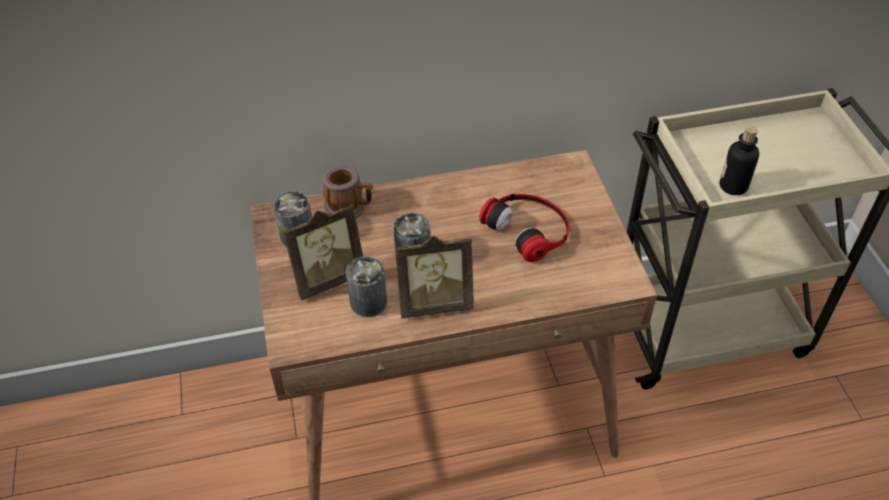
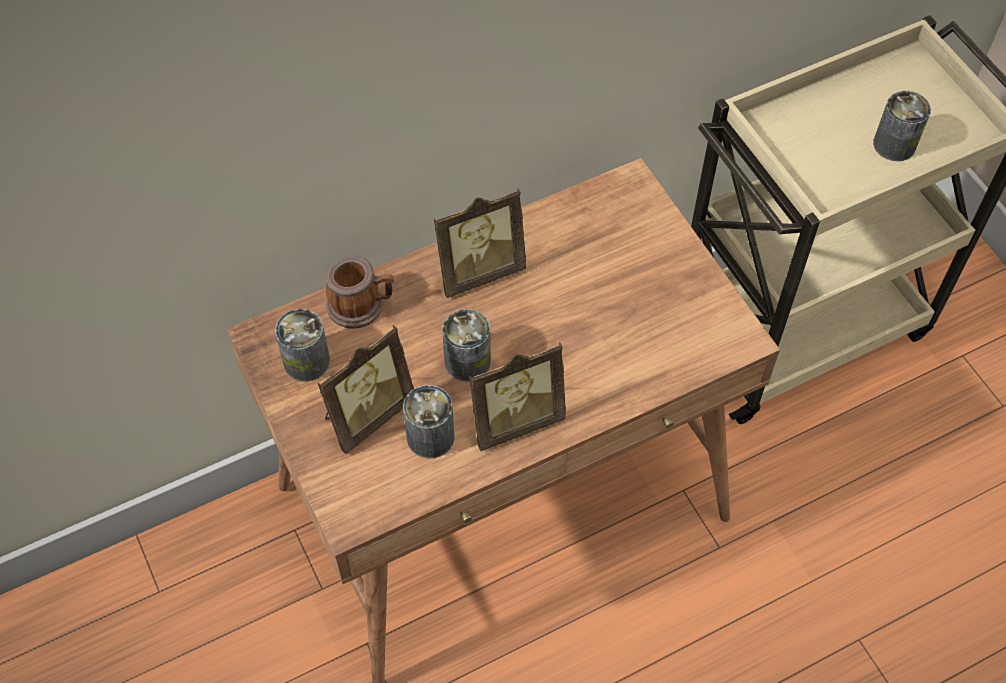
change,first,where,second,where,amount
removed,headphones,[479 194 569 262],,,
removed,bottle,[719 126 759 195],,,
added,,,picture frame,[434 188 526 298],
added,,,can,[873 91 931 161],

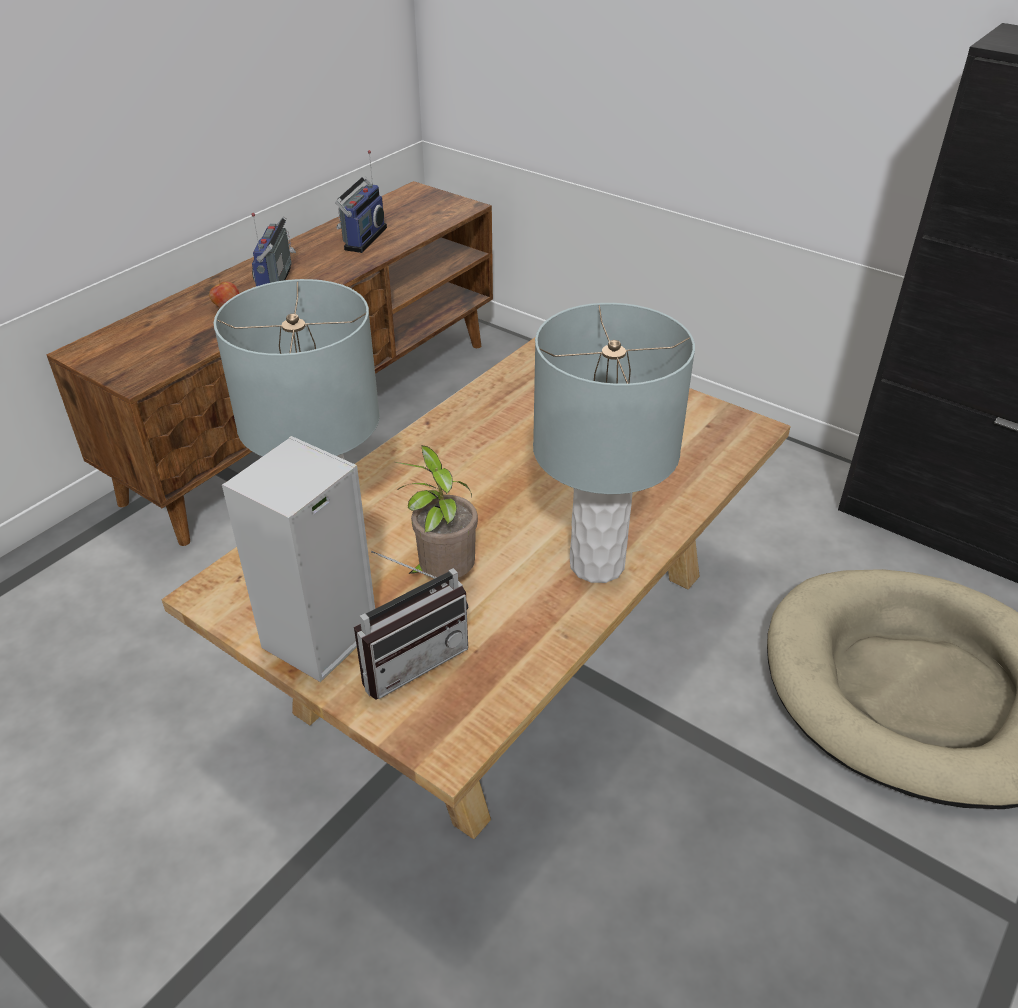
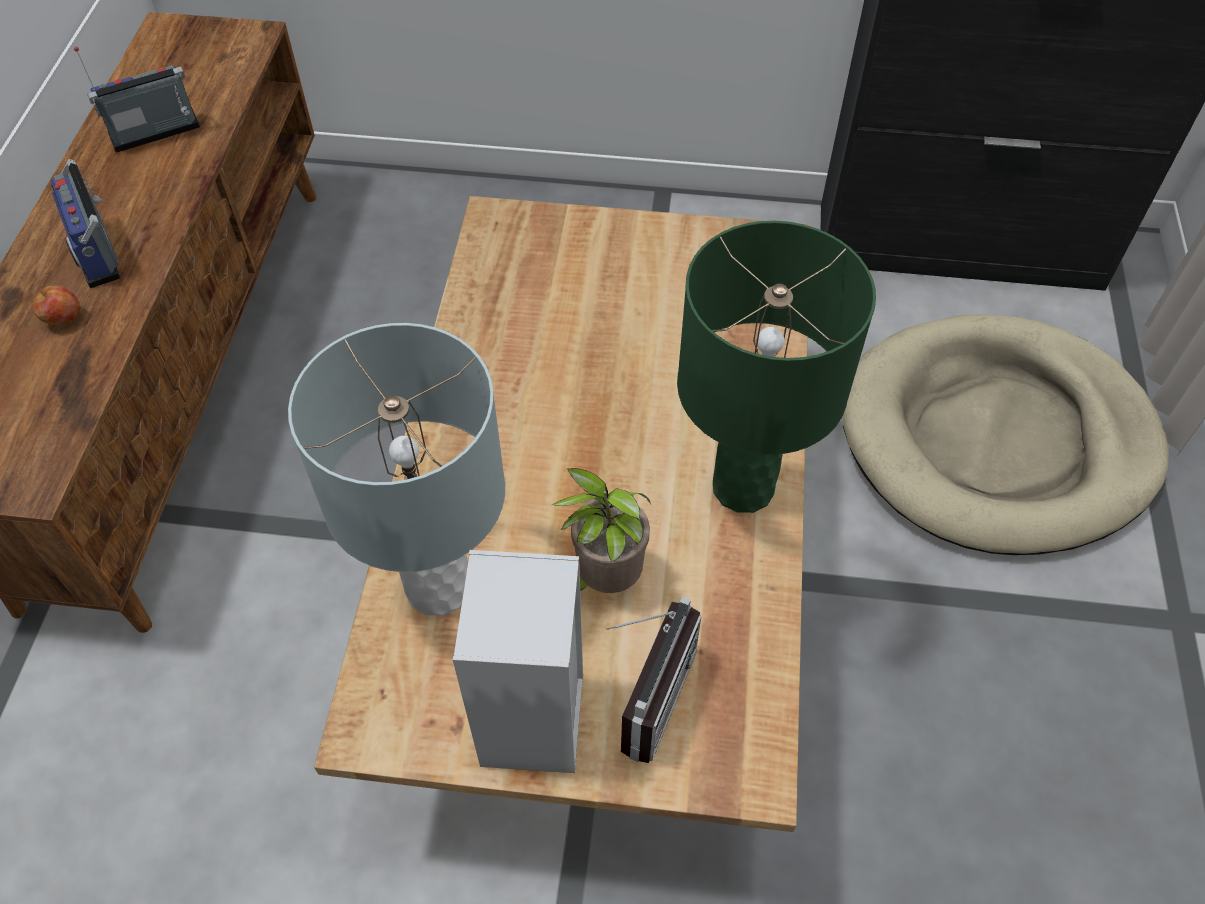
change,first,where,second,where,amount
recoloured,table lamp/grey,[533 303 695 583],table lamp/green,[677 221 876 513],
turned,radio,[335 150 387 253],,[74 47 200 152],105 degrees counterclockwise

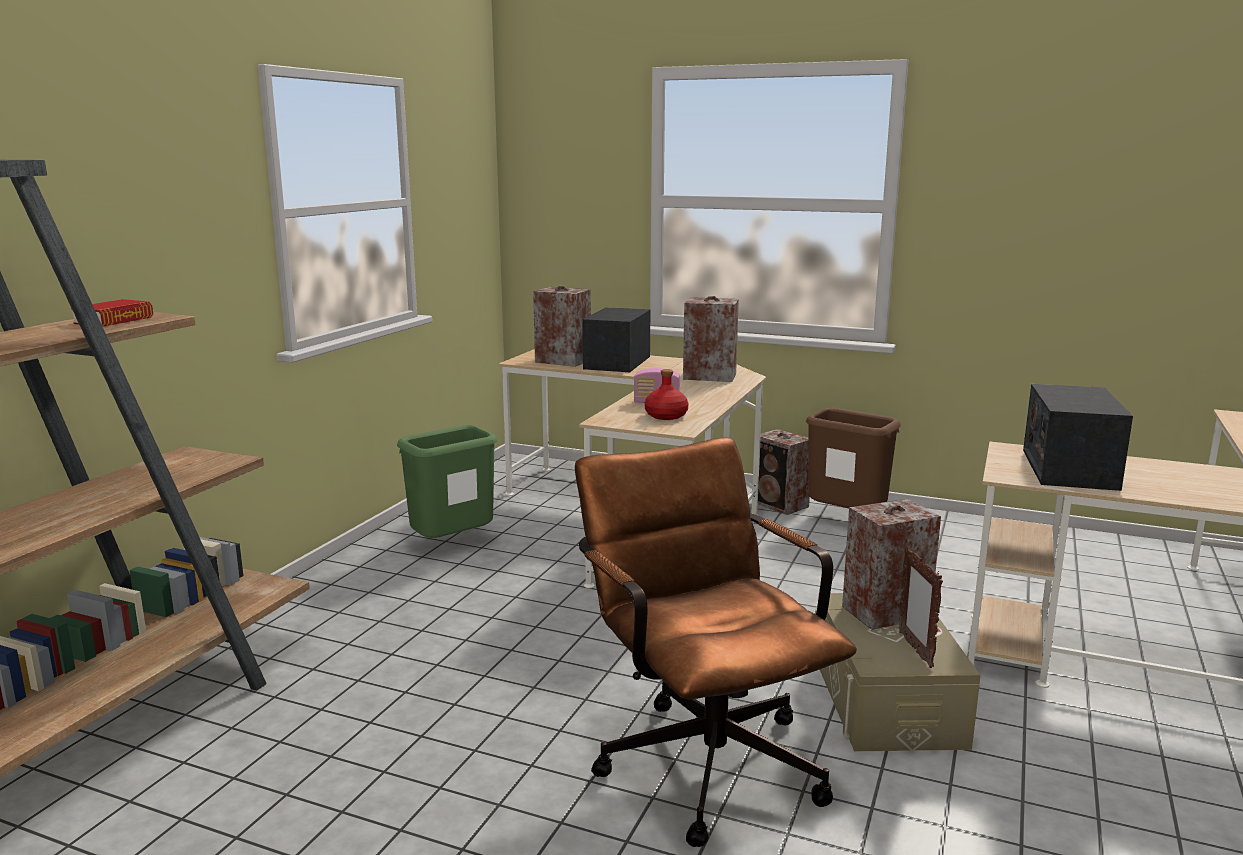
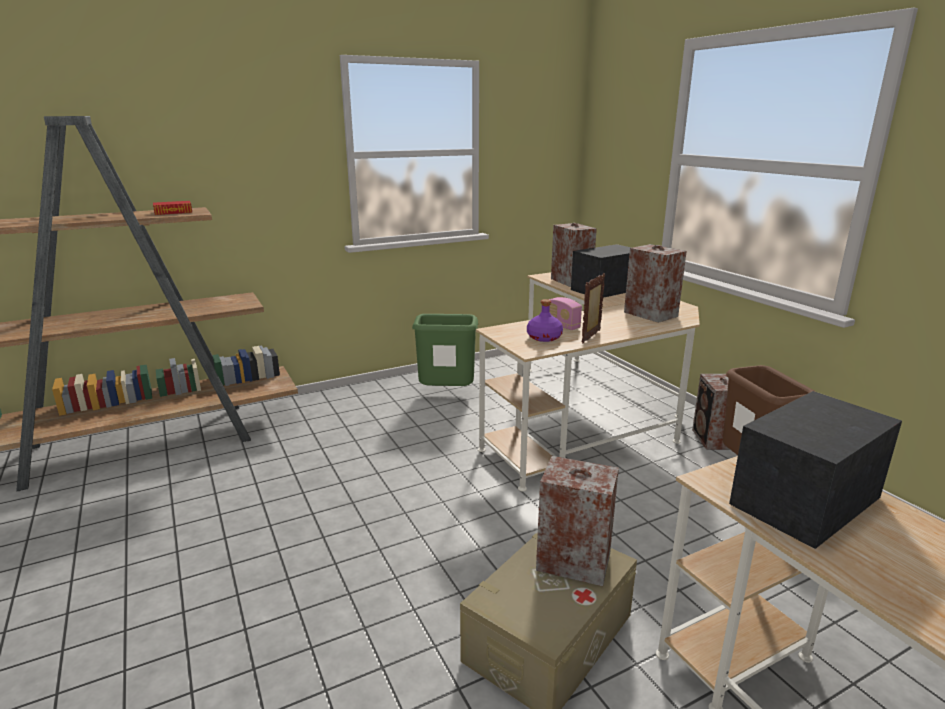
change,first,where,second,where,amount
removed,office chair/brown,[575 438 857 847],,,
moved,picture frame,[898 546 943 668],,[581 273 605 344],
recoloured,bottle/red,[645 369 689 420],bottle/purple,[527 299 563 342],

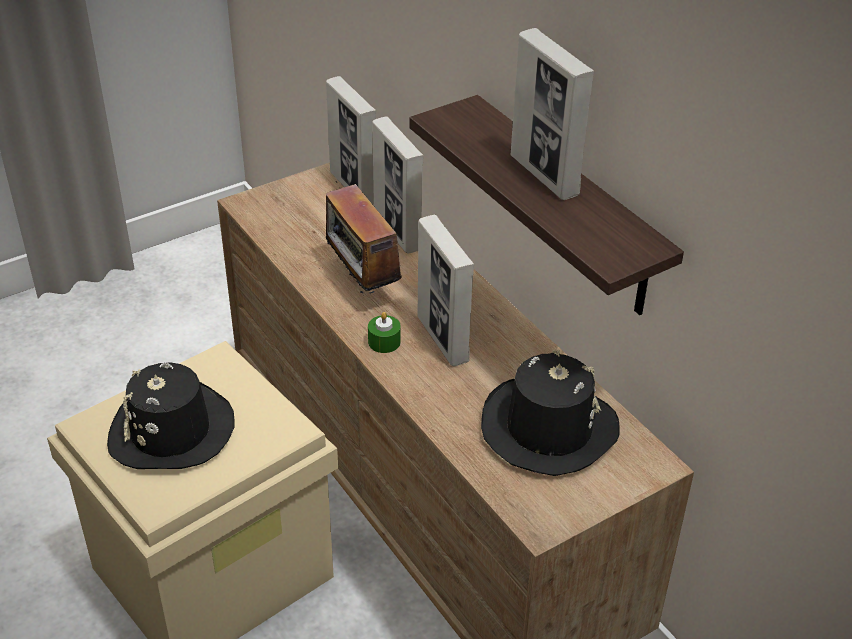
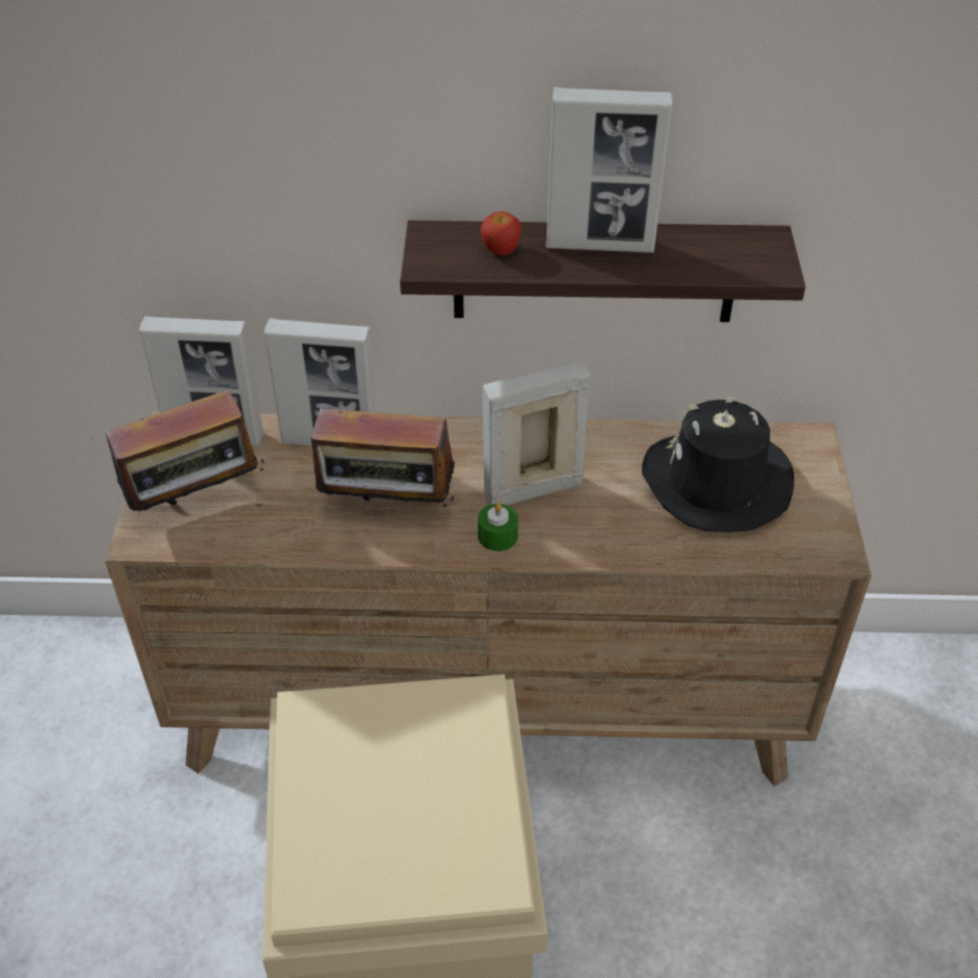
change,first,where,second,where,amount
removed,hat/black,[107 362 235 469],,,
added,,,radio,[95 389 266 515],
added,,,apple,[480 211 521 255],
turned,picture frame,[418 215 474 366],,[483 361 591 505],150 degrees clockwise

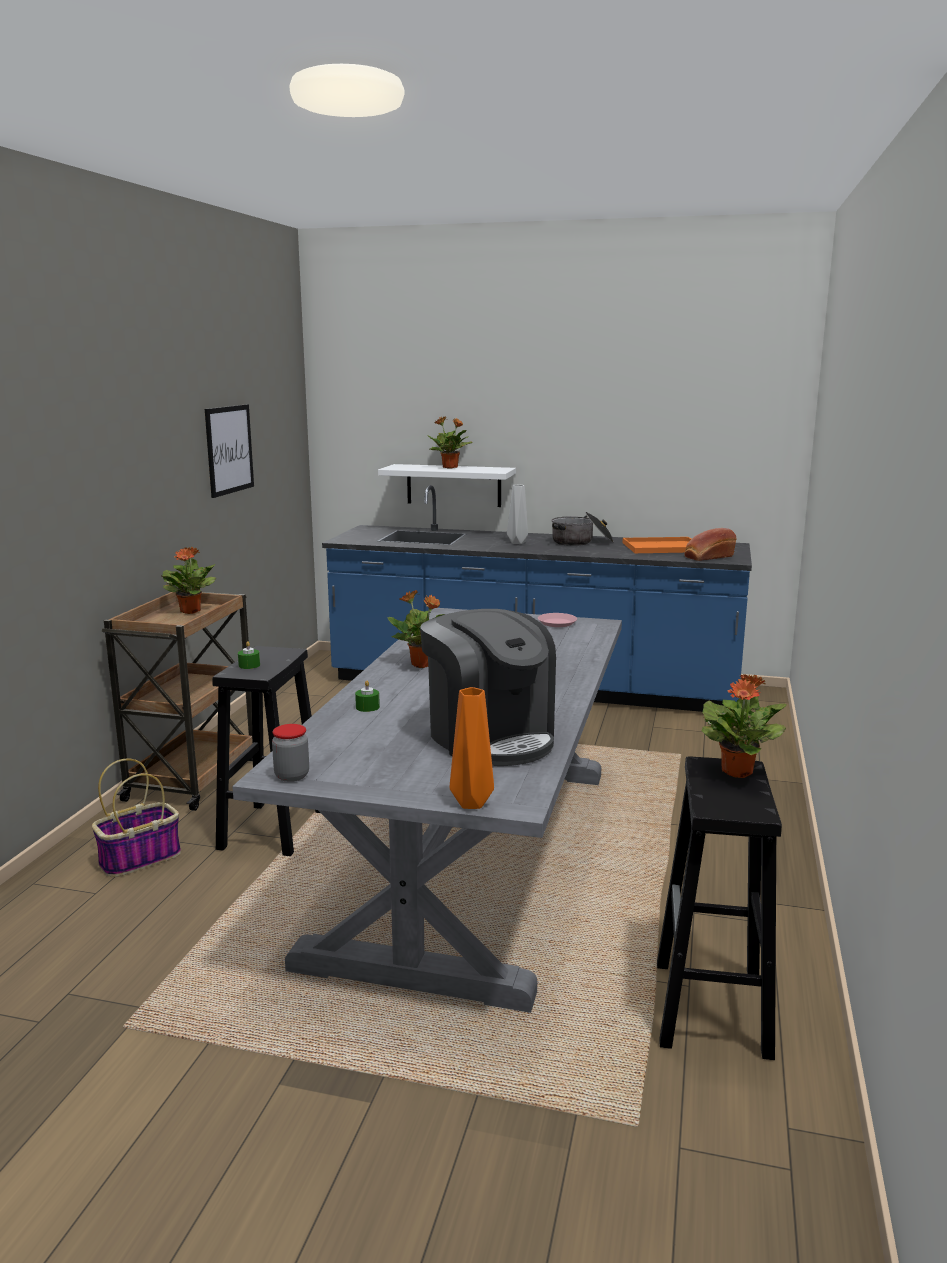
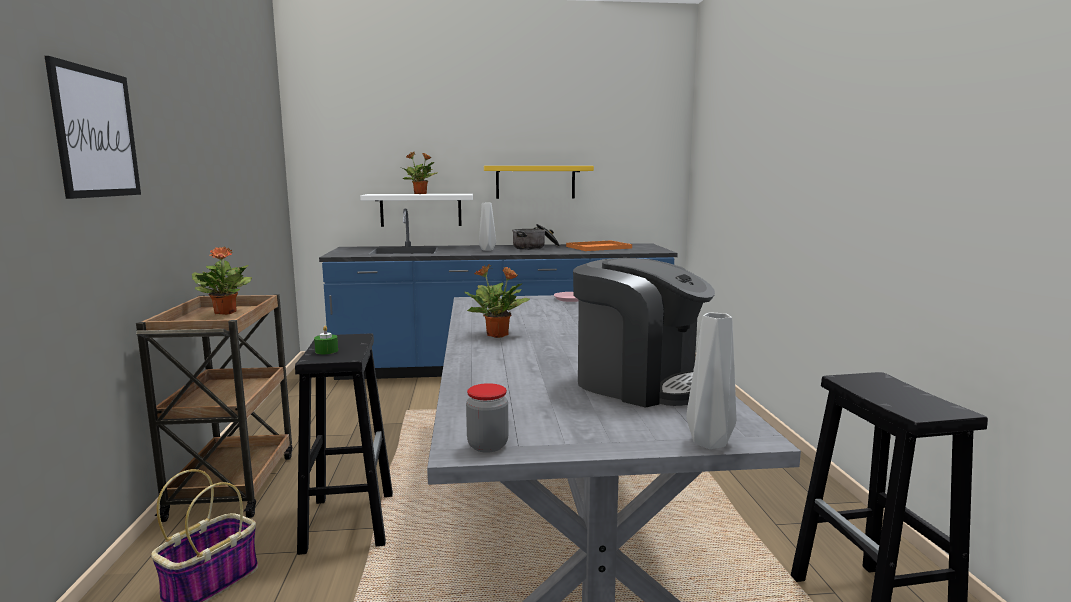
change,first,where,second,where,amount
removed,candle/green,[355 681 380 712],,,
removed,bread,[684 528 736 561],,,
removed,potted plant,[702 674 787 778],,,
added,,,shelf/yellow,[484 166 594 199],
moved,picture,[205 404 254 498],,[45 56 141 199],
recoloured,vase/orange,[450 687 494 809],vase/grey,[686 313 736 449],

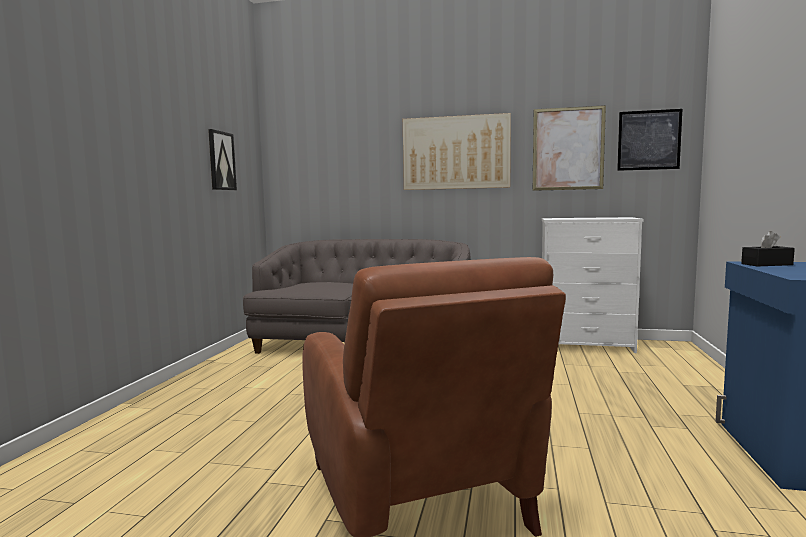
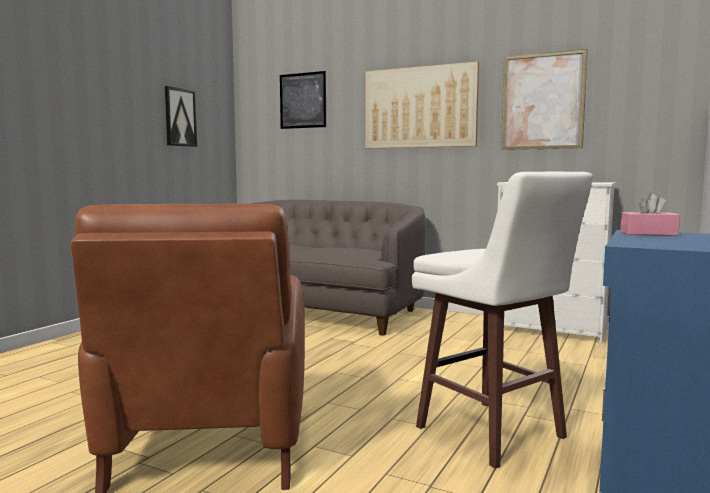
change,first,where,second,where,amount
added,,,stool/white,[412 171 593 469],
moved,picture,[617 109 682 171],,[280 71 326 129],
recoloured,tissue box/black,[741 231 795 266],tissue box/pink,[620 193 680 236],

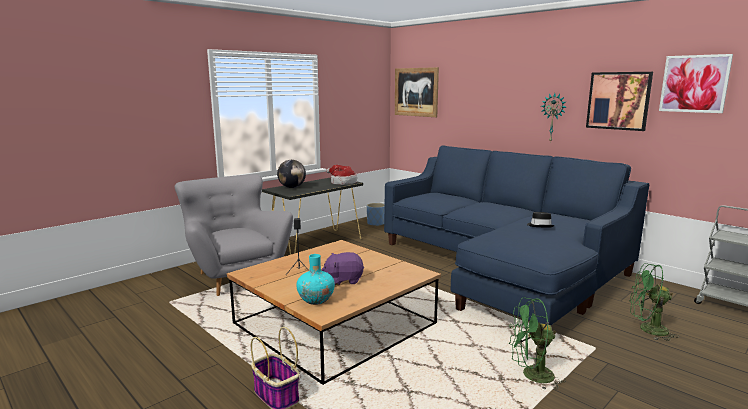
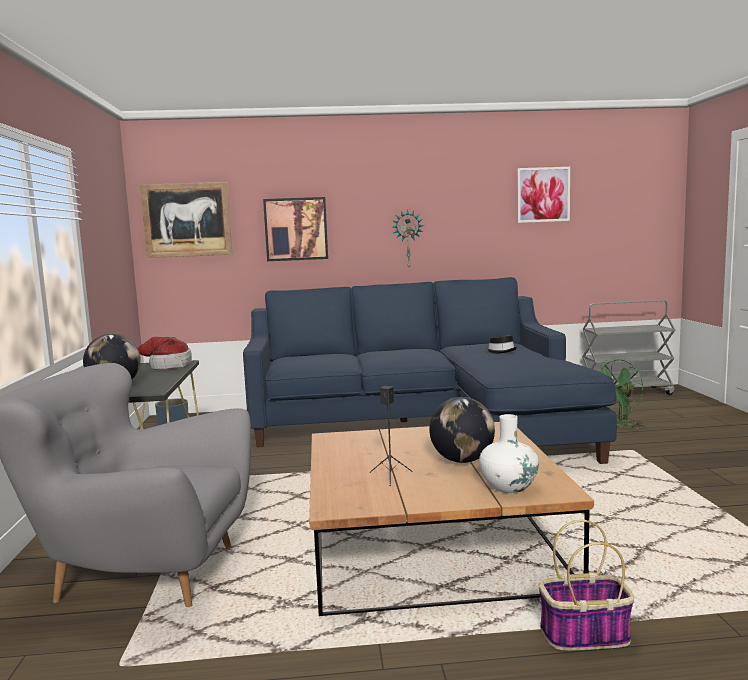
change,first,where,second,where,amount
removed,fan/green,[509 297 566 390],,,
moved,picture,[586 72 653 131],,[263 197 328 261],
replaced,plush toy/purple,[321 252 364 285],globe,[429 397 495 463],
recoloured,vase/turquoise,[297 254 335 305],vase/white,[479 414 539 493],

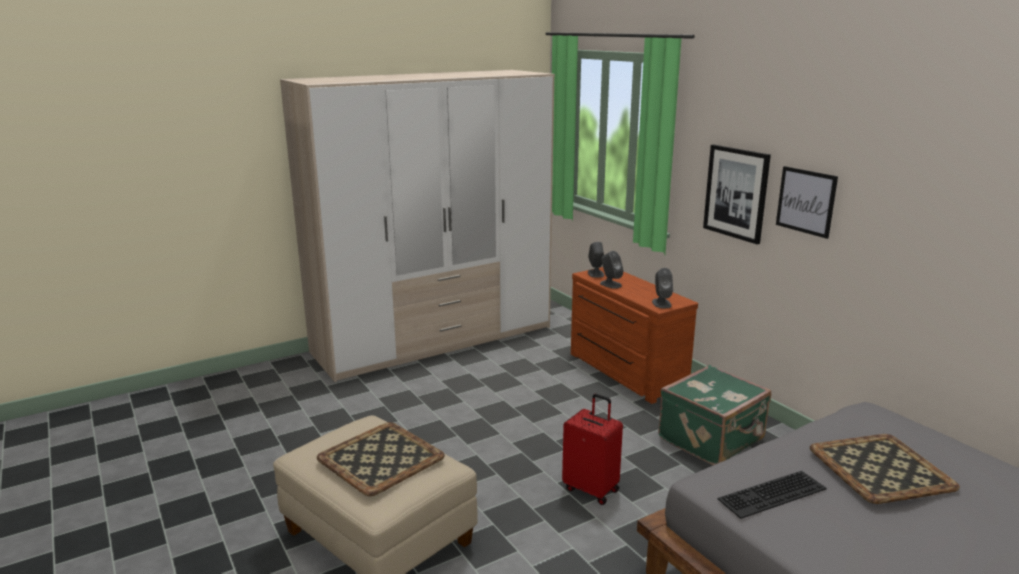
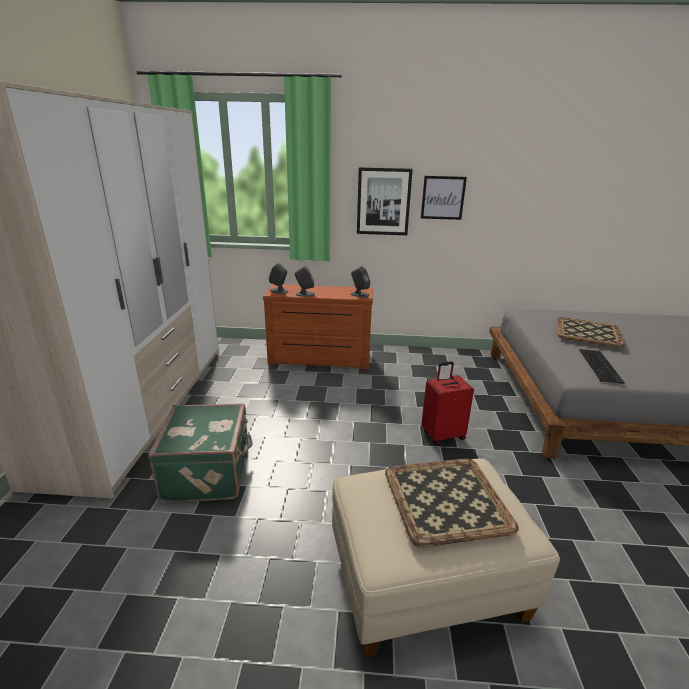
change,first,where,second,where,amount
moved,suitcase/green,[658 365 771 465],,[148 403 253 502],

